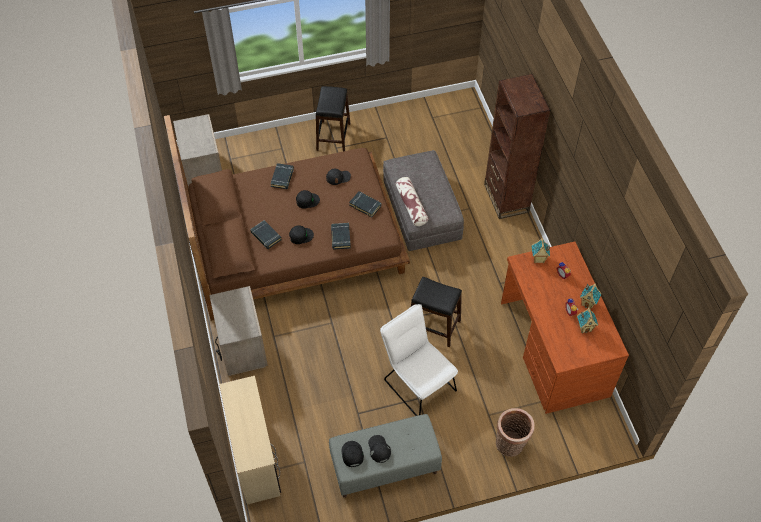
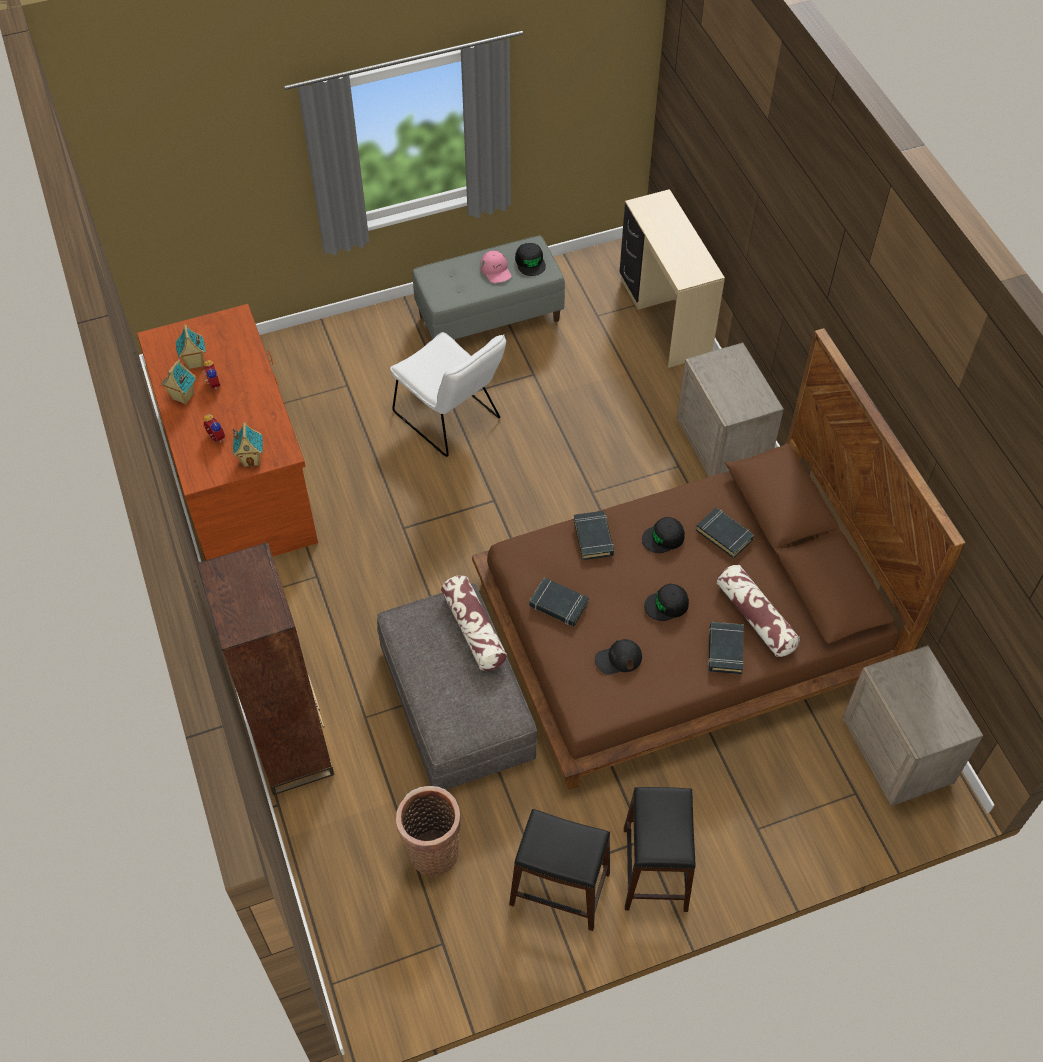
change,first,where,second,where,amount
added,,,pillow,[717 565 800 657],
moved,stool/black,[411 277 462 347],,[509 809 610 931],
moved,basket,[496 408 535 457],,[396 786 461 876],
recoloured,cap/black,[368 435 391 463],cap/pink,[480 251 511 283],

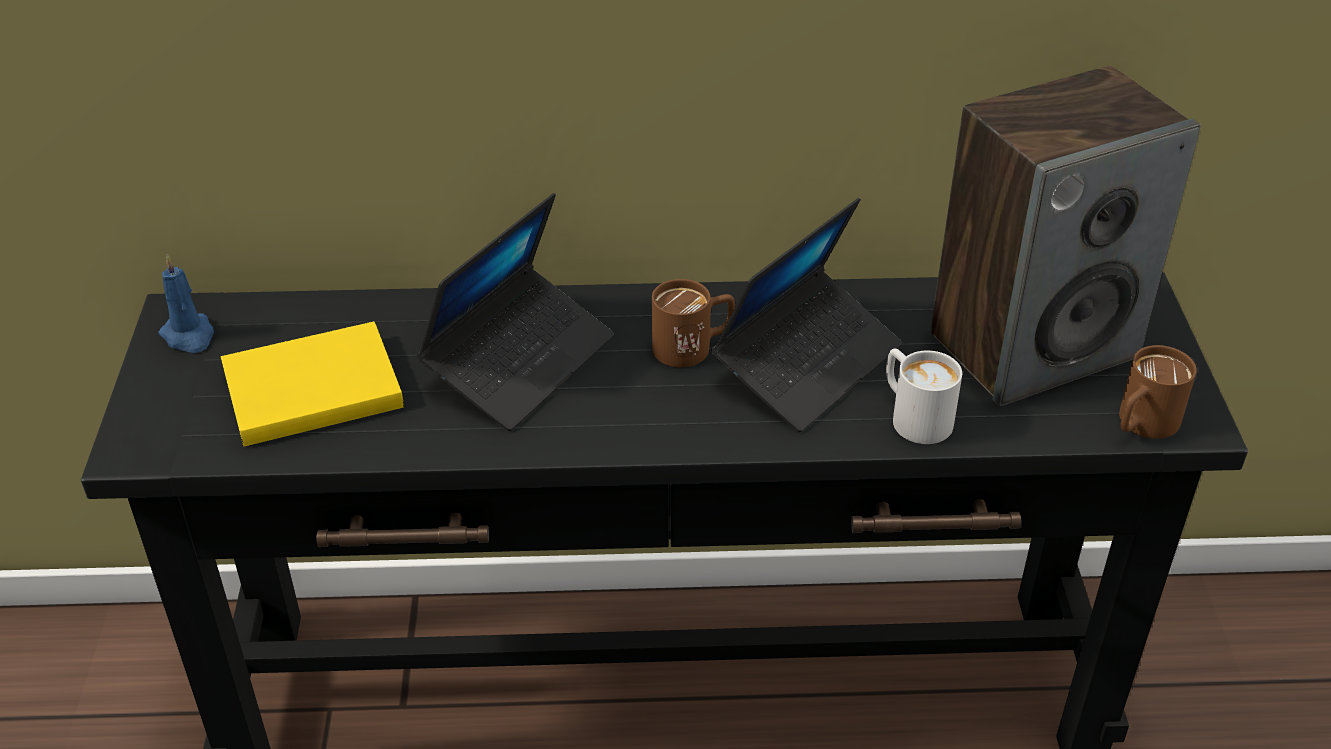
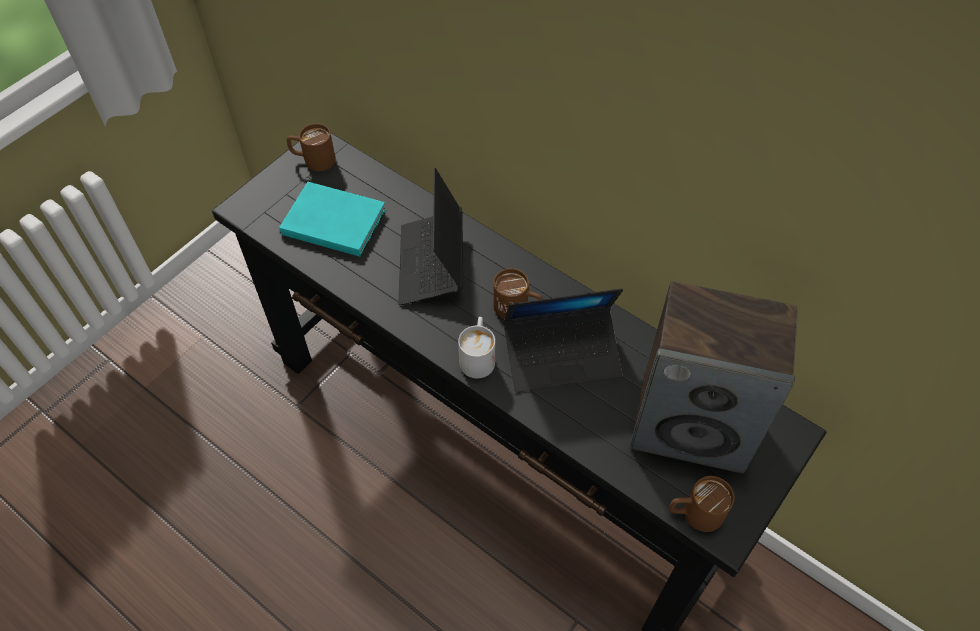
change,first,where,second,where,amount
moved,mug/white,[886 349 962 444],,[458 317 495 379],
replaced,candle/blue,[158 255 214 353],mug/brown,[287 124 336 171],
recoloured,book/yellow,[221 321 404 447],book/turquoise,[279 182 386 257],
turned,laptop,[417 193 614 431],,[398 168 463 305],105 degrees clockwise

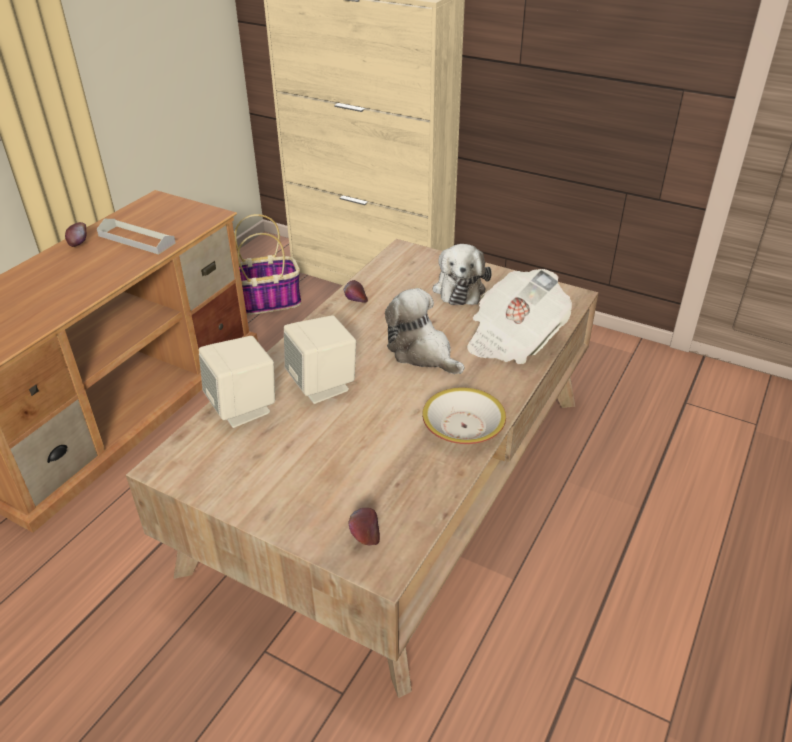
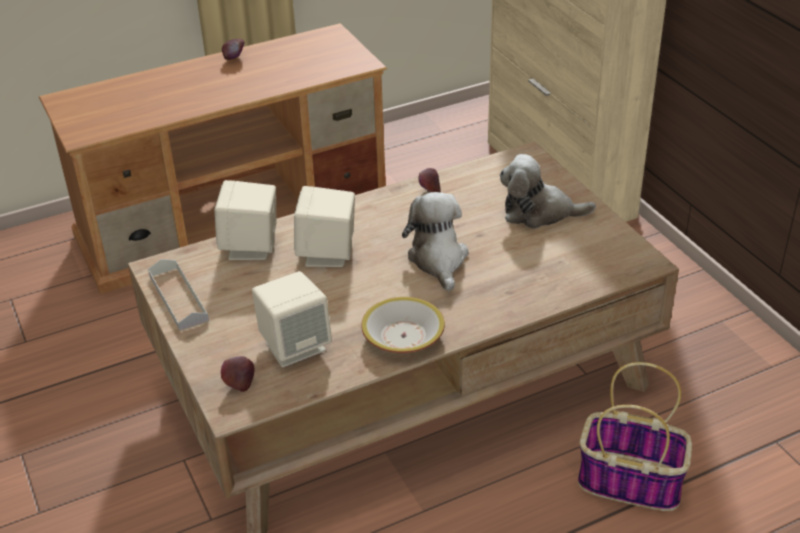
change,first,where,second,where,amount
removed,newspaper,[467 269 572 364],,,
added,,,speaker/beige,[252 271 332 367],
moved,tray/grey,[97 219 176 254],,[148 259 209 331],
moved,basket,[235 214 302 315],,[578 362 692 511],
turned,plush toy,[432 244 492 305],,[500 154 596 229],60 degrees clockwise

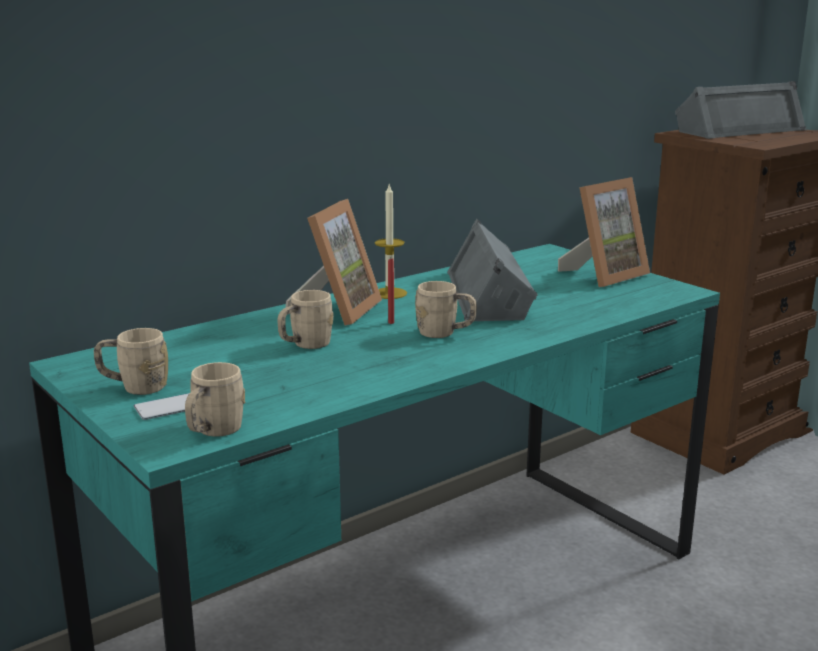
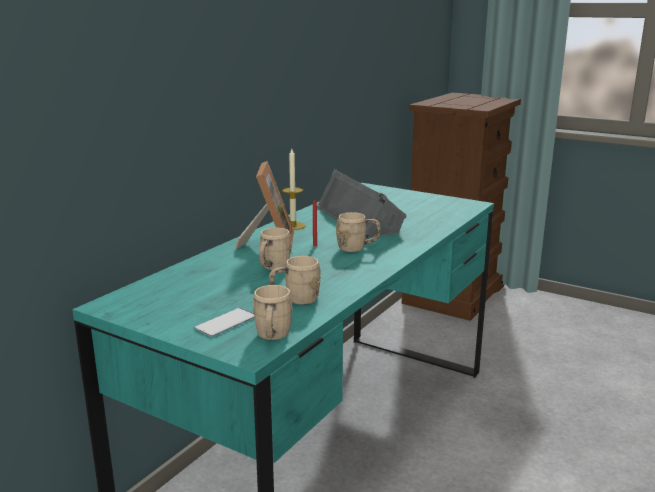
change,first,where,second,where,amount
removed,picture frame,[558 177 650 287],,,
removed,speaker/grey,[675 81 807 139],,,
moved,mug/beige,[94 328 168 395],,[269 256 321 305],

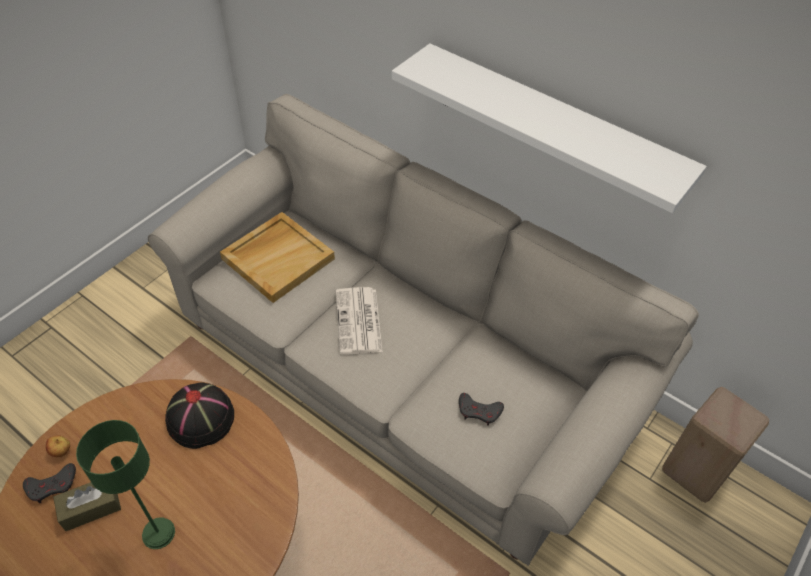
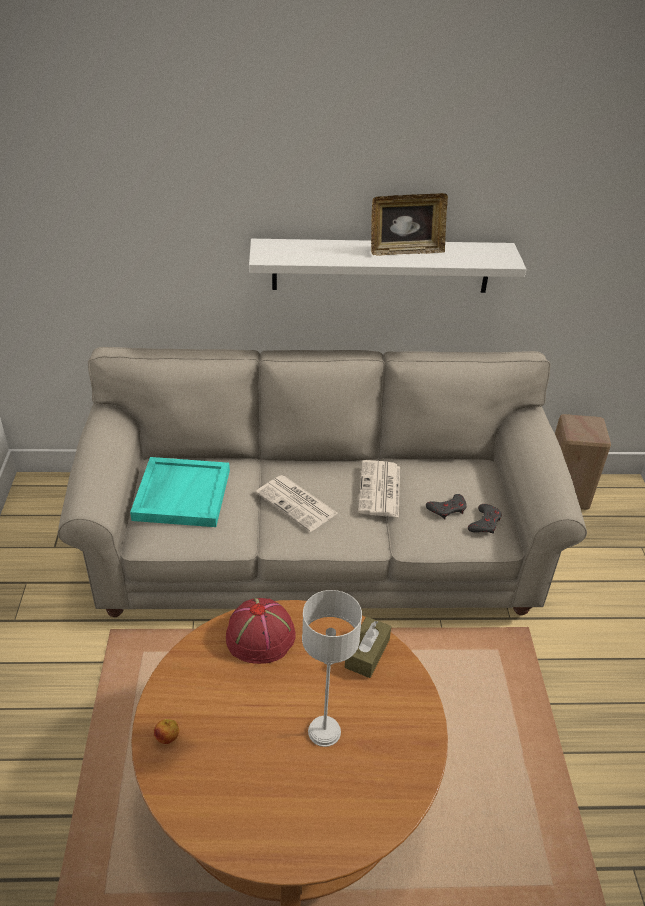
change,first,where,second,where,amount
added,,,newspaper,[358 460 400 517],
added,,,picture frame,[371 193 448 256],
moved,game controller/grey,[23 463 76 503],,[468 504 502 534],
moved,tissue box/brown,[53 482 121 531],,[345 617 391 678],
recoloured,table lamp/green,[76 420 175 549],table lamp/grey,[302 590 362 747],
recoloured,hat/black,[165 382 234 449],hat/red,[226 598 296 664],
recoloured,tray/beige,[220 212 335 303],tray/turquoise,[130 457 230 527],

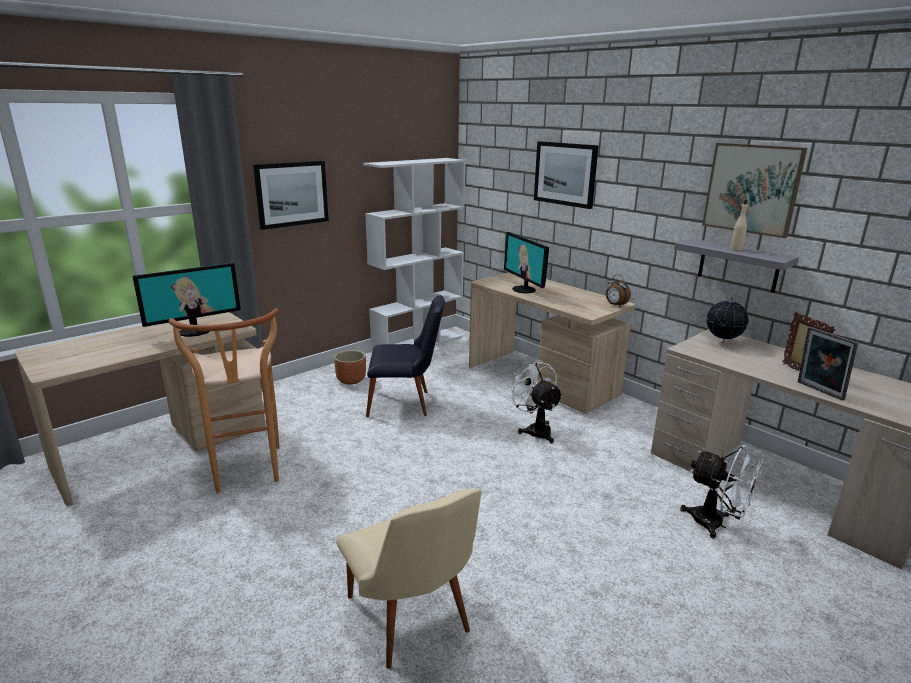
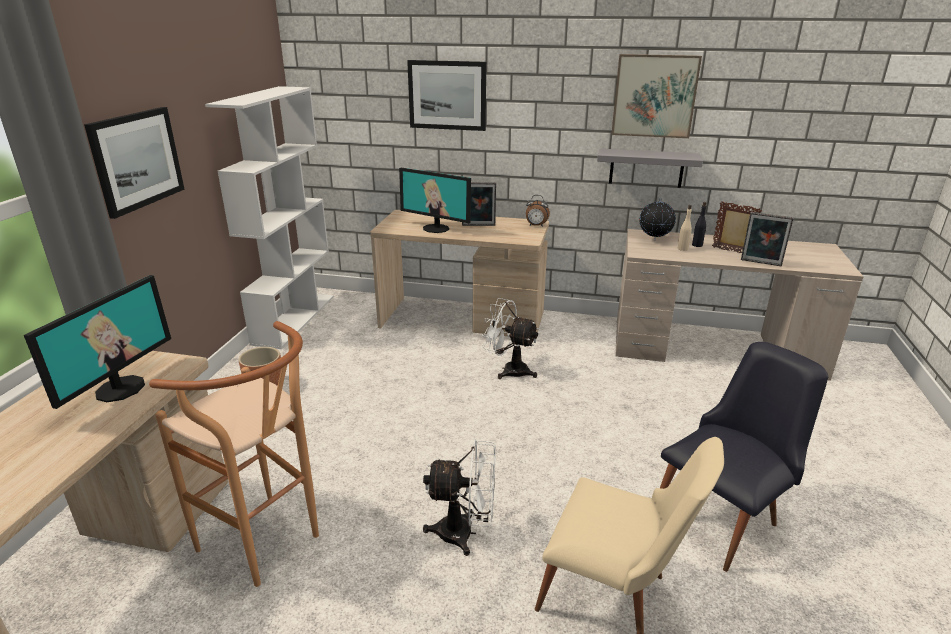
change,first,where,second,where,amount
added,,,picture frame,[462 182 496 226],
added,,,bottle/black,[692 202 706 247],
moved,chair/black,[366 295 445 417],,[660 342 828 572],
moved,fan/white,[680 445 764 539],,[423 439 496 556],
moved,bottle/beige,[730 200 748 251],,[678 205 692 251],

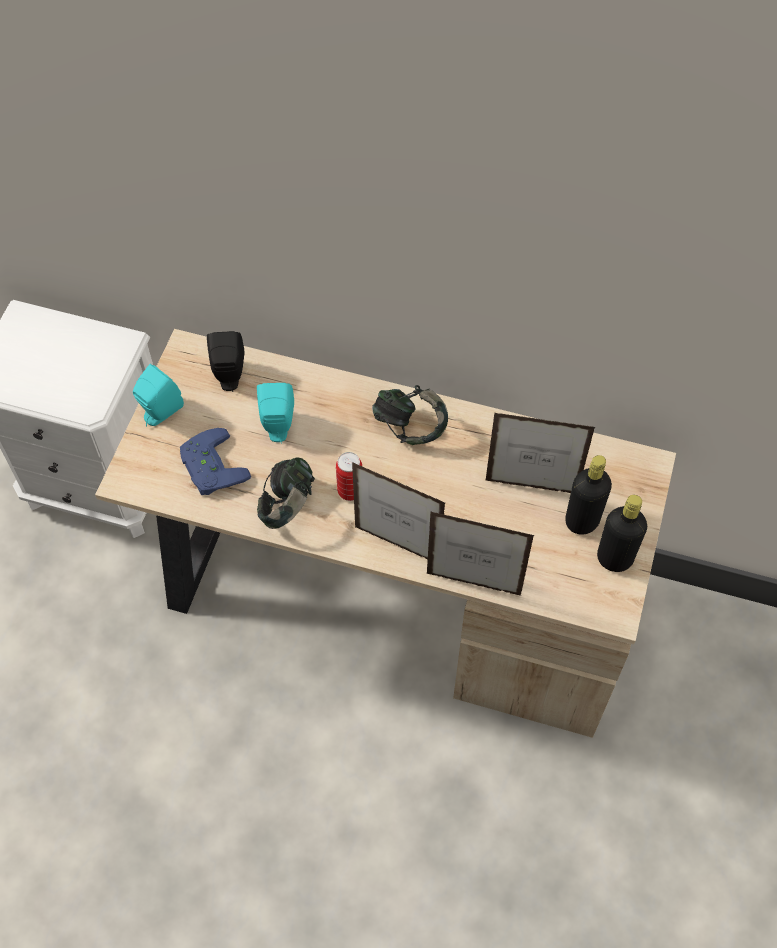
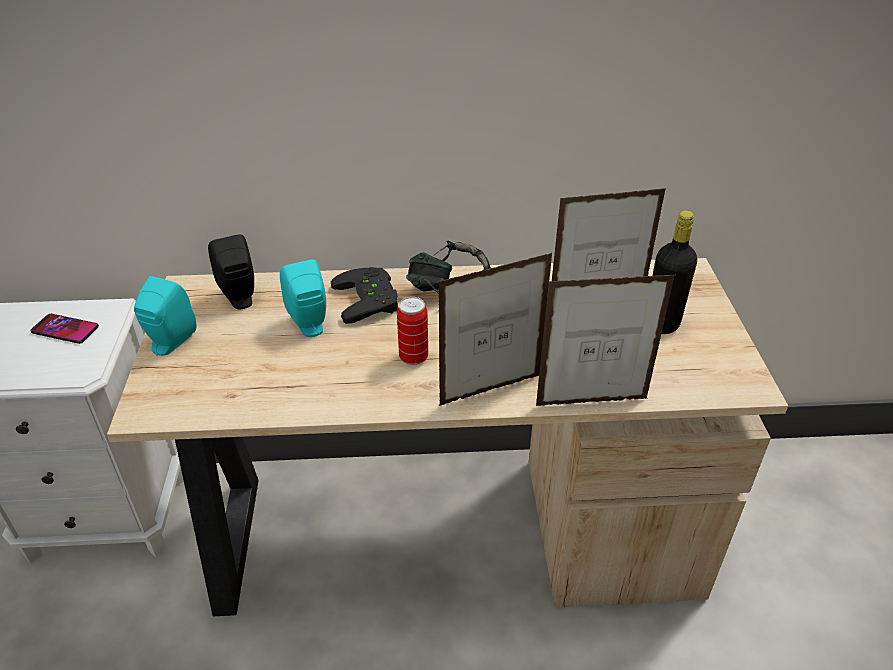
change,first,where,second,where,amount
removed,game controller/blue,[180 428 251 495],,,
removed,headphones,[257 457 315 529],,,
removed,bottle/black,[597 495 647 572],,,
added,,,phone,[30 314 99 344],
added,,,game controller/black,[331 267 398 324],
turned,picture frame,[352 462 445 559],,[438 253 552 406],150 degrees clockwise

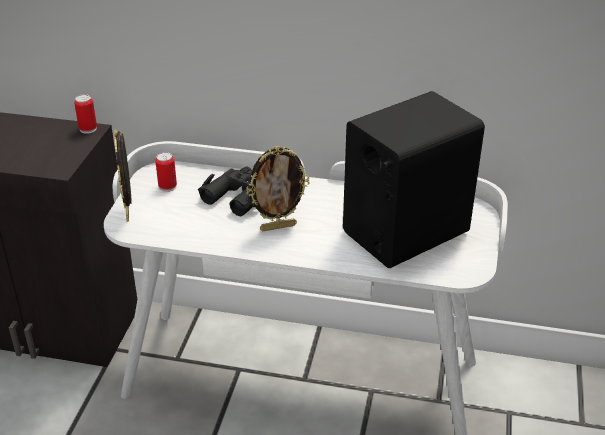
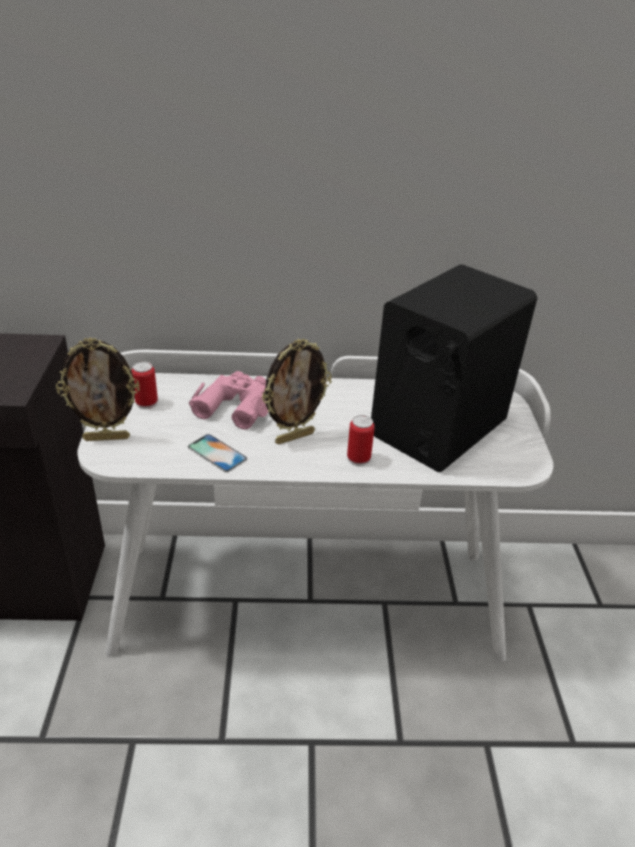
change,first,where,second,where,amount
added,,,phone,[188 434 247 472],
moved,can,[74 94 97 134],,[347 415 375 466],
recoloured,binoculars/black,[198 167 255 216],binoculars/pink,[189 371 268 429],
turned,picture frame,[114 130 132 222],,[56 337 140 441],75 degrees counterclockwise

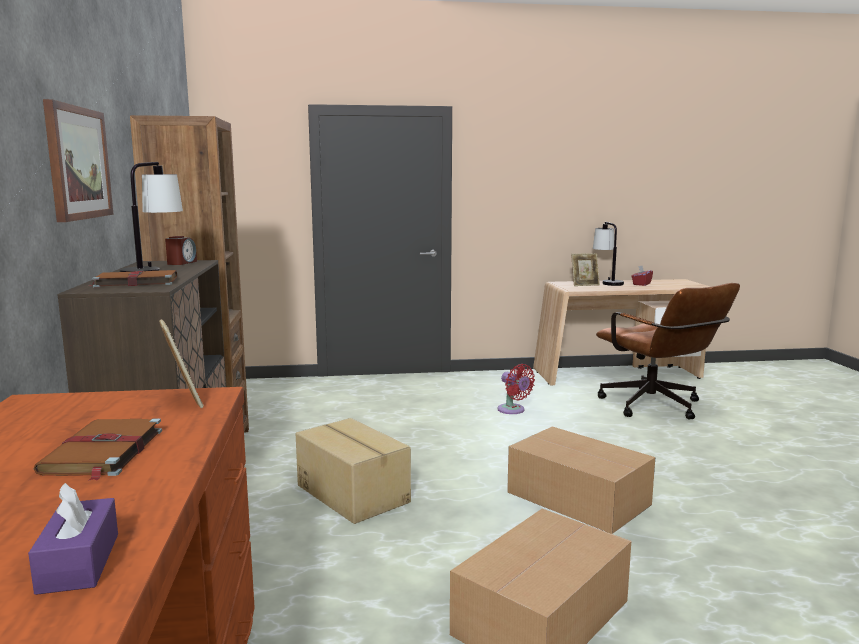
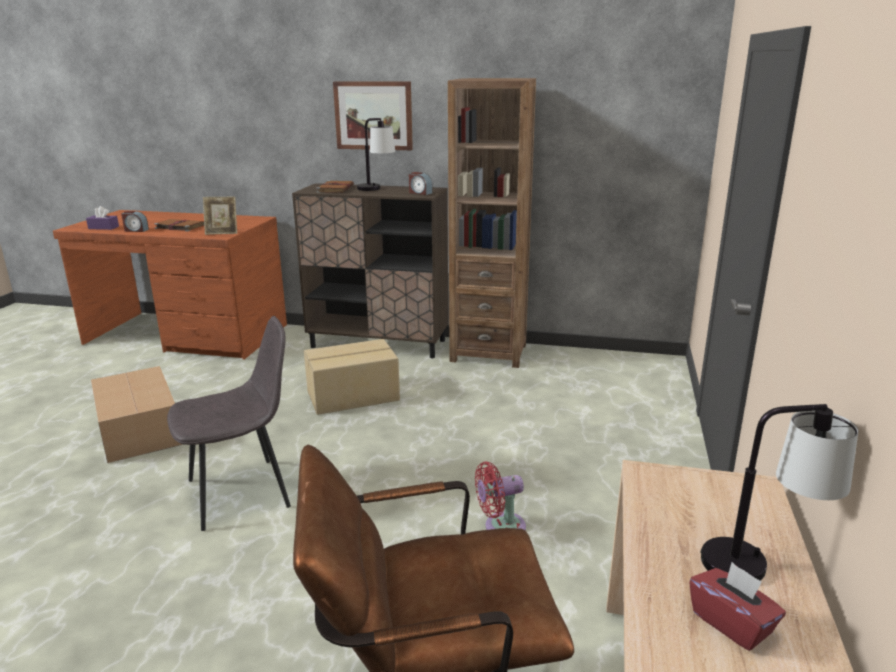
change,first,where,second,where,amount
removed,picture frame,[571 253 600 286],,,
added,,,alarm clock,[121 211 149 232],
replaced,cardboard box,[507 427 655 534],chair/grey,[167 316 291 531],

